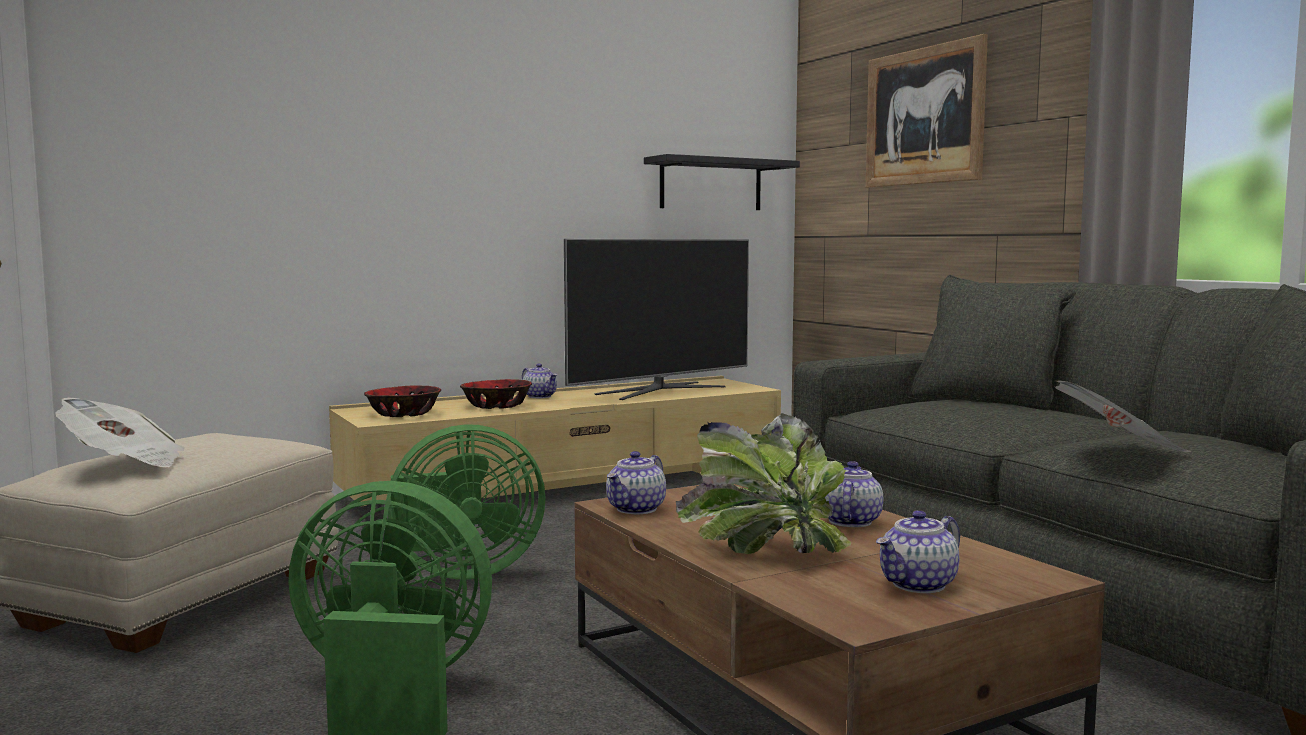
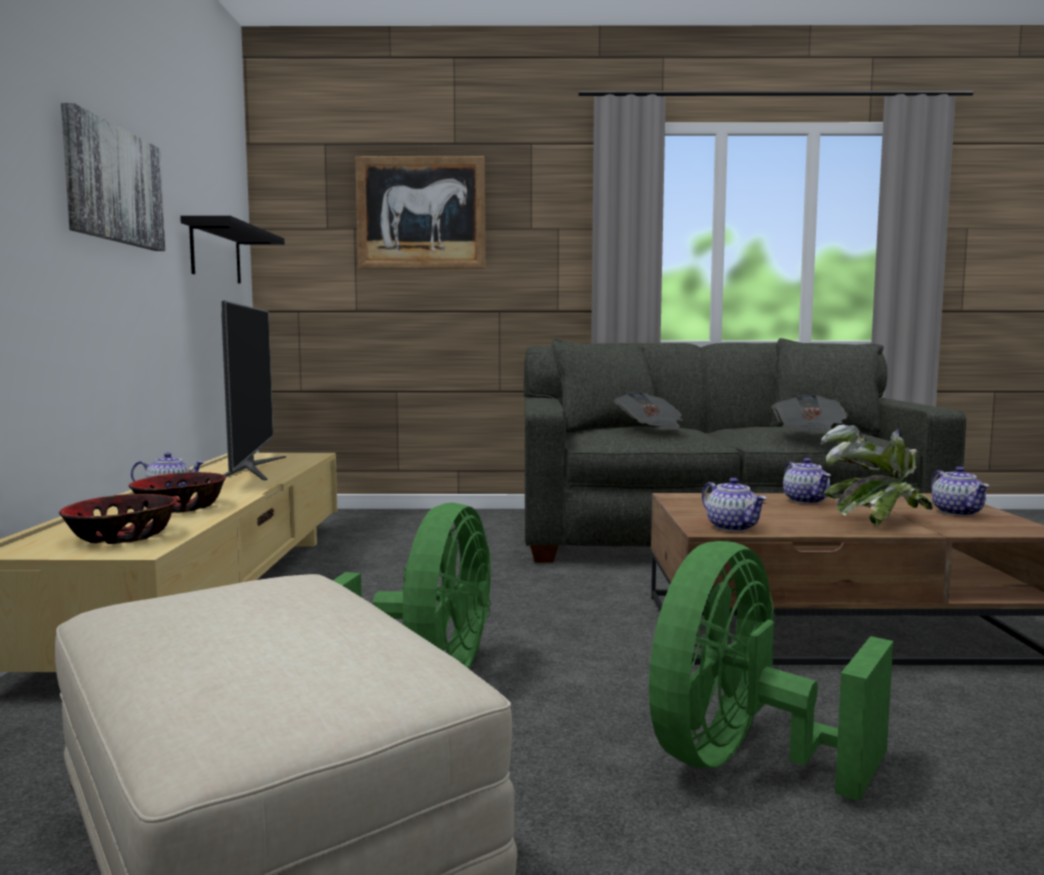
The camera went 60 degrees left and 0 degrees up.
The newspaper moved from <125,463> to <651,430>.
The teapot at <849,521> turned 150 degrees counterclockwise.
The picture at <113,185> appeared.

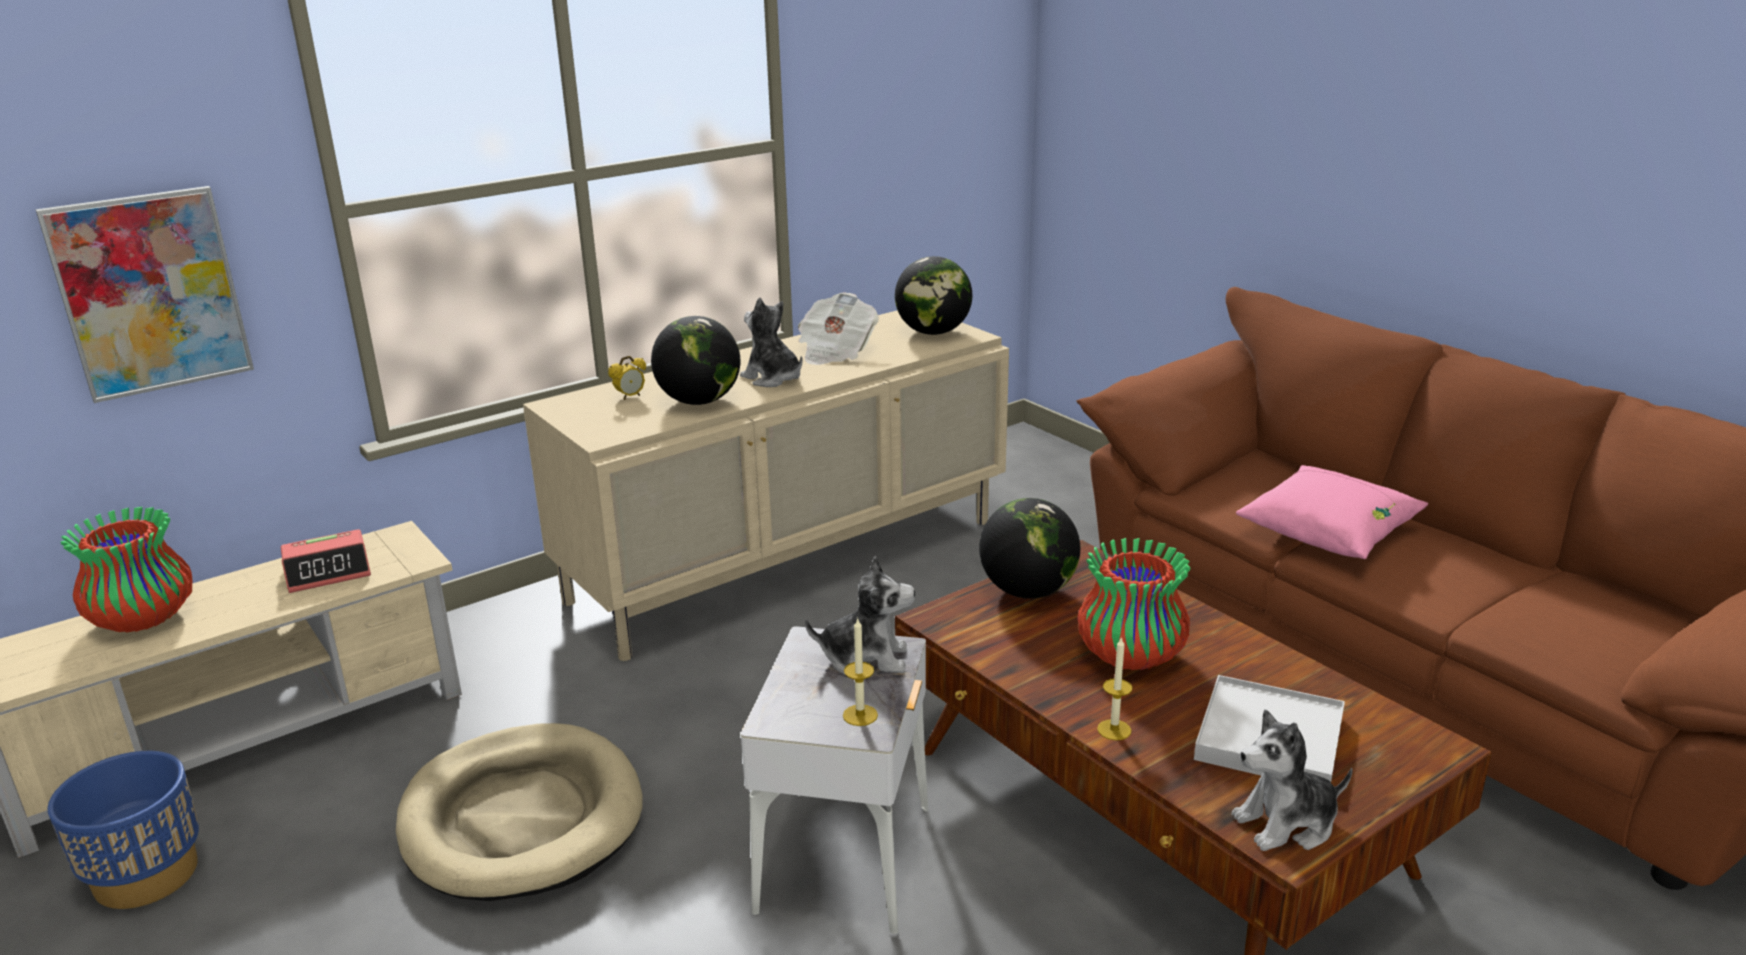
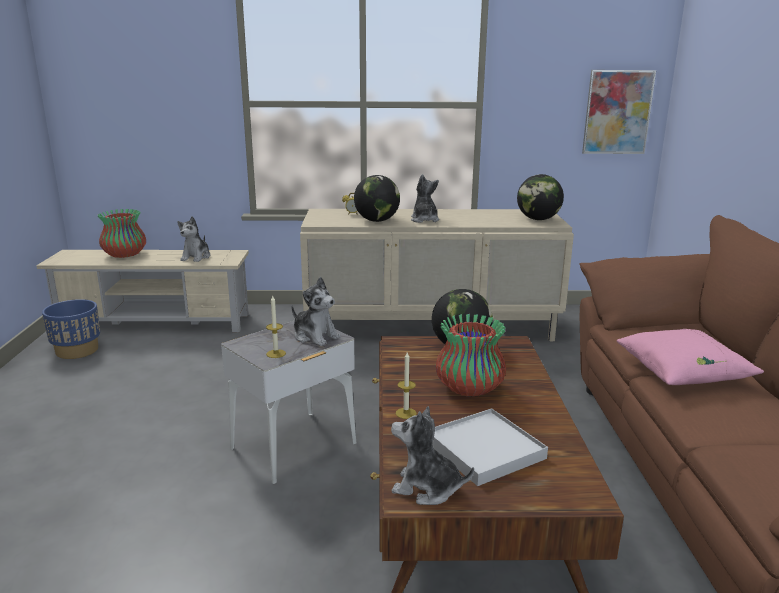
The camera went 35 degrees right and 5 degrees down.
The picture moved from <150,293> to <617,112>.
The newspaper at <835,351> disappeared.
The alarm clock at <328,571> was replaced by the plush toy at <196,257>.
The dog bed (beige) at <522,818> disappeared.

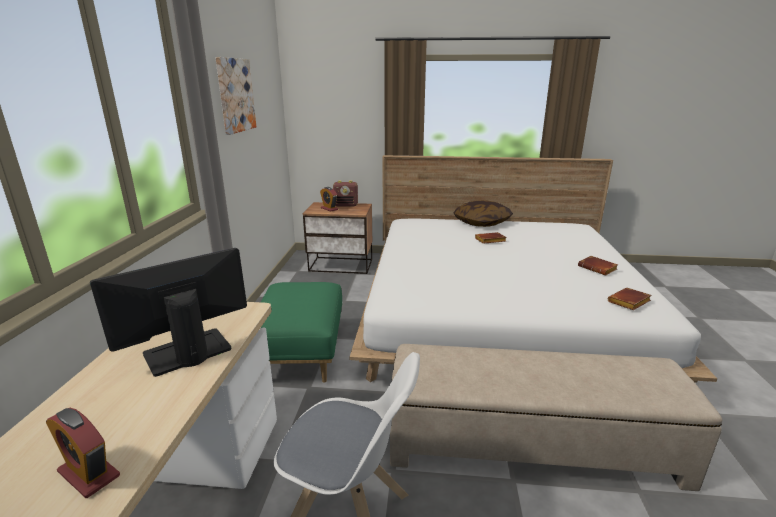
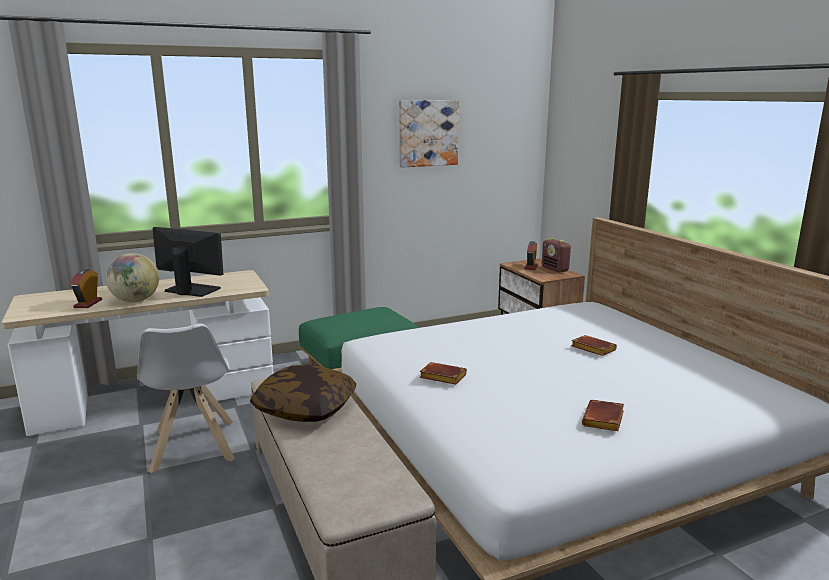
The camera went 60 degrees right and 5 degrees down.
The pillow moved from <482,223> to <305,409>.
The book (brown) moved from <629,302> to <441,377>.
The globe at <135,301> appeared.

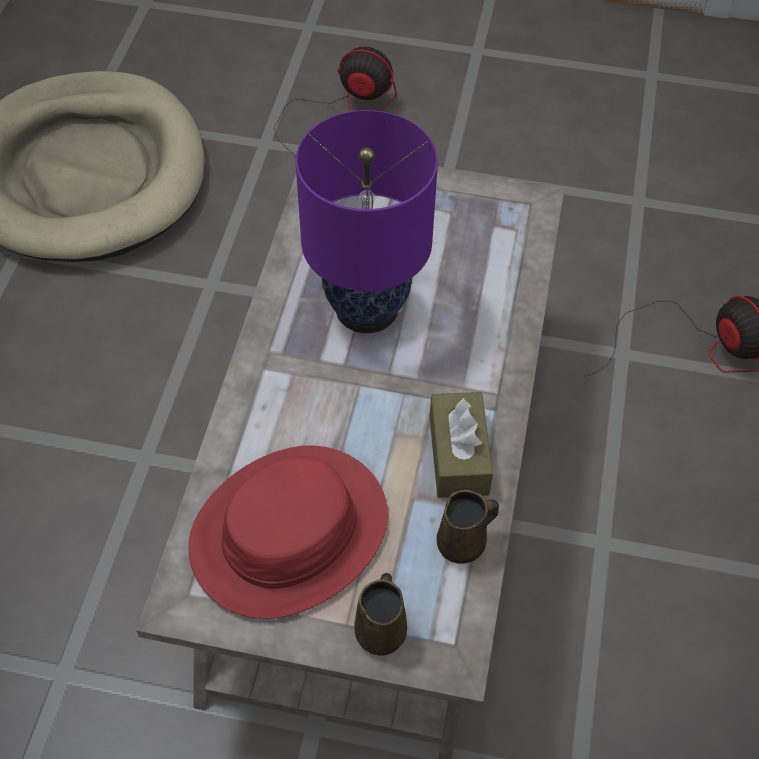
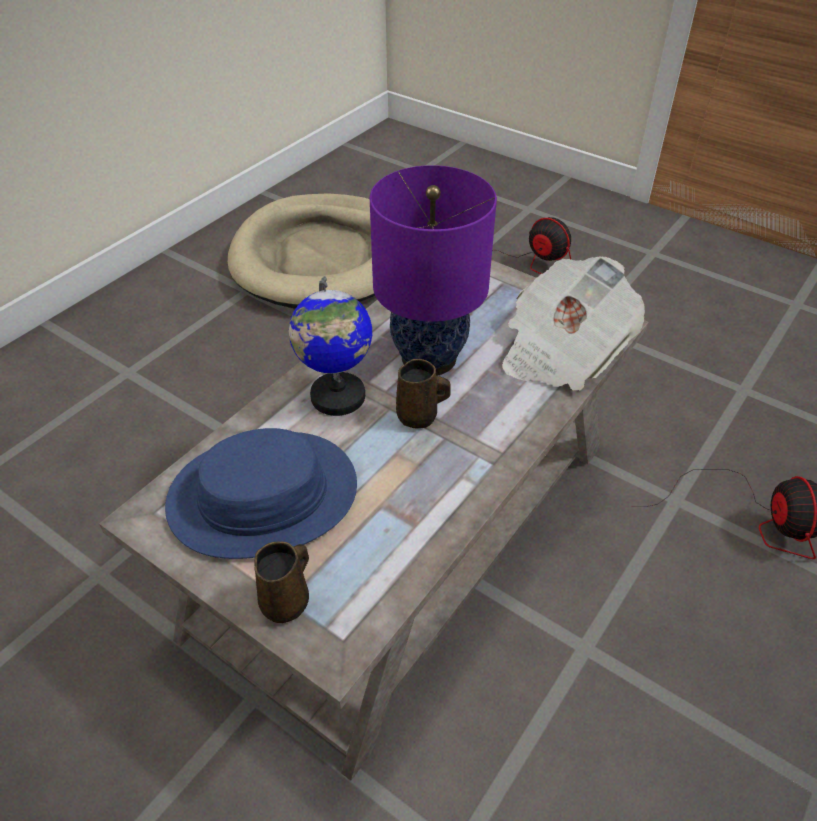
The camera went 25 degrees right and 10 degrees down.
The tissue box (brown) at <458,455> disappeared.
The hat (red) at <290,532> became the hat (blue) at <263,496>.
The mug (brown) moved from <463,543> to <419,417>.
The newspaper at <562,351> appeared.
The globe at <337,397> appeared.

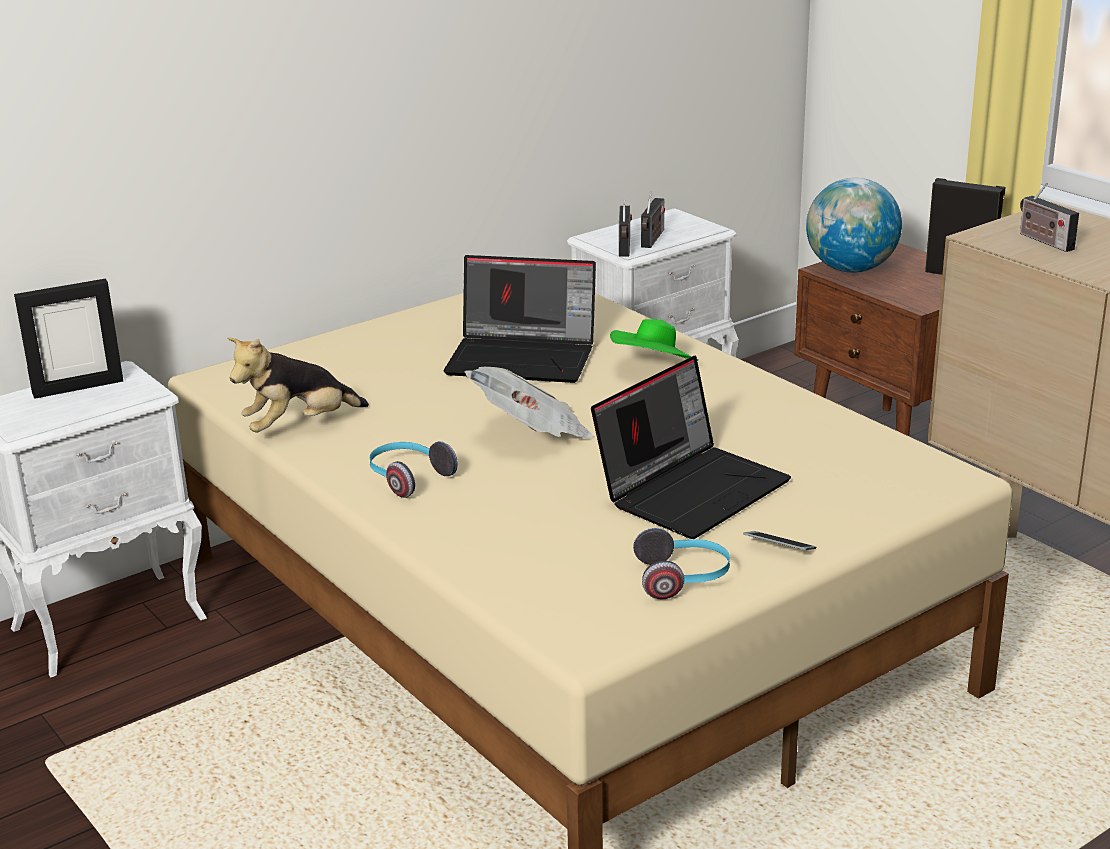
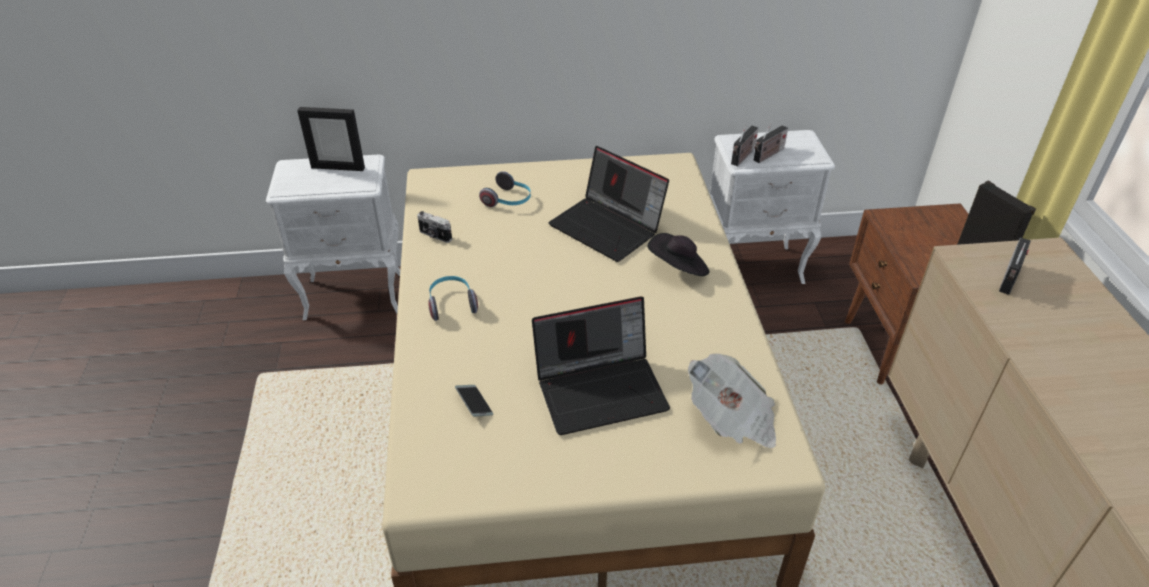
The camera went 30 degrees right and 15 degrees up.
The globe at <850,269> disappeared.
The radio at <1043,240> turned 150 degrees counterclockwise.
The hat (green) at <654,368> became the hat (black) at <678,268>.
The plush toy at <299,426> was replaced by the photo camera at <435,236>.
The newspaper moved from <532,433> to <732,419>.
The headphones moved from <683,579> to <508,200>.
The phone moved from <779,547> to <474,404>.

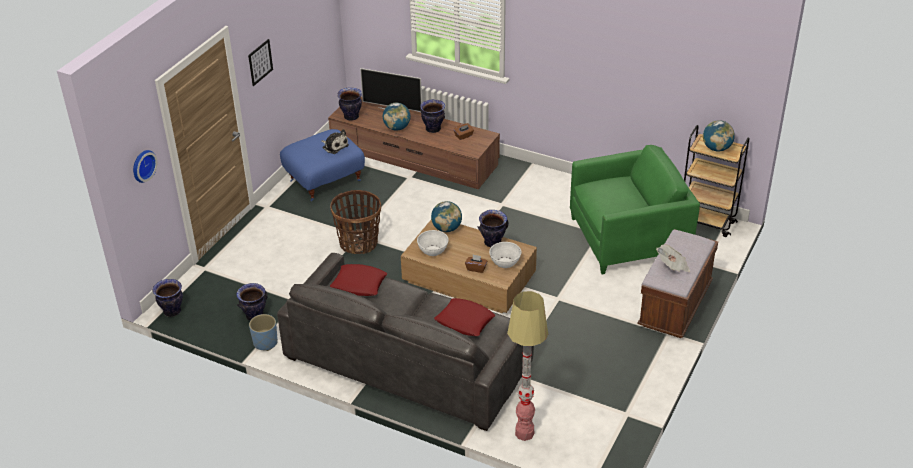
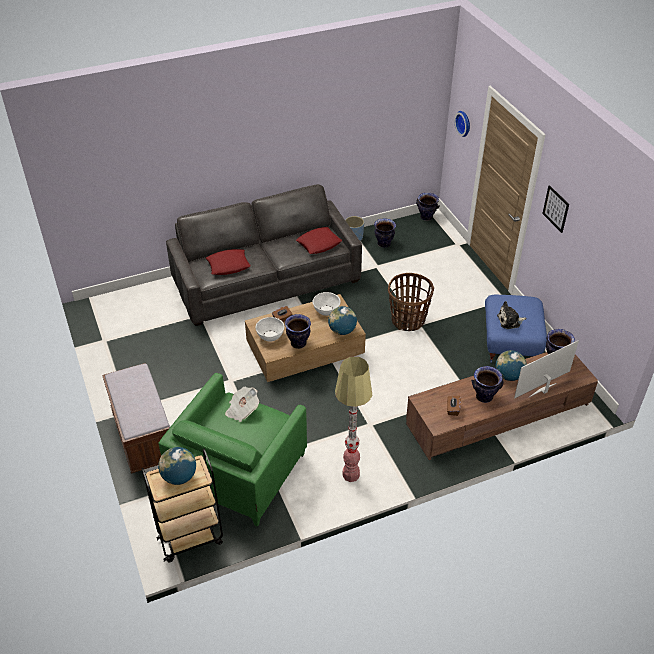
The camera went 130 degrees right and 5 degrees up.
The newspaper moved from <672,266> to <242,410>.
The floor lamp moved from <524,433> to <351,475>.

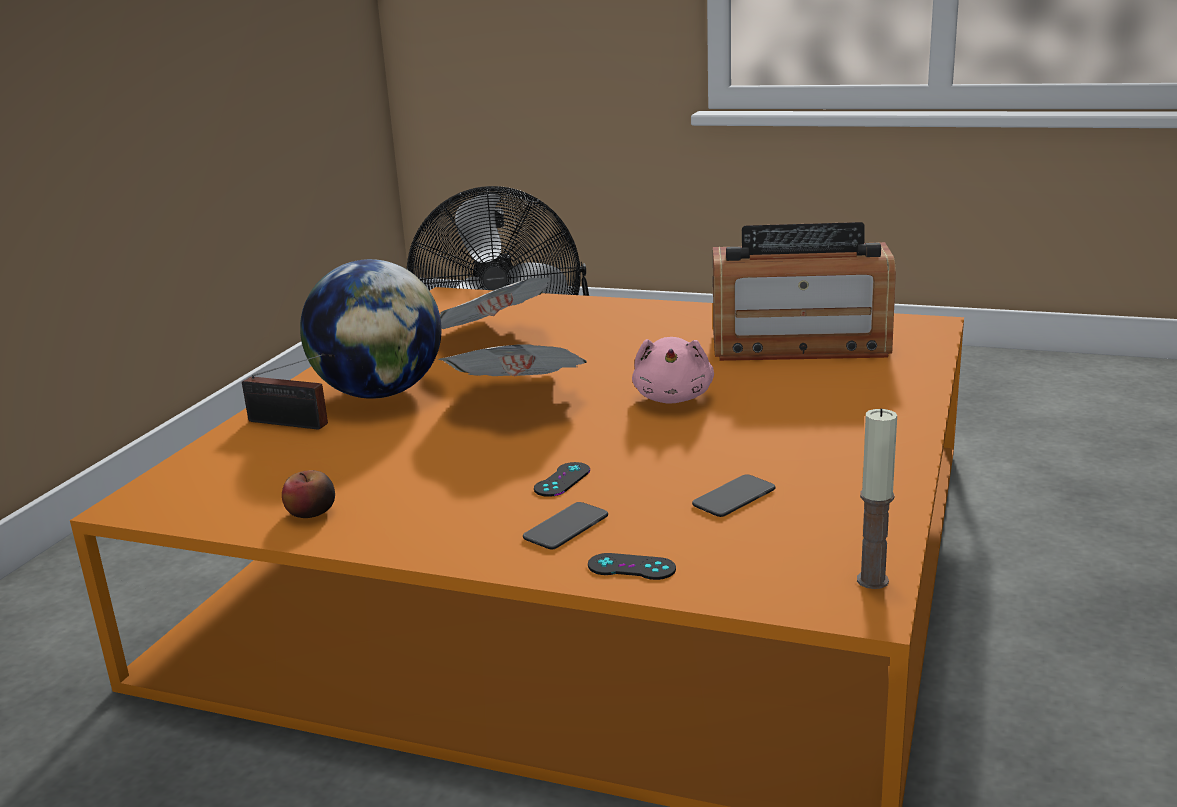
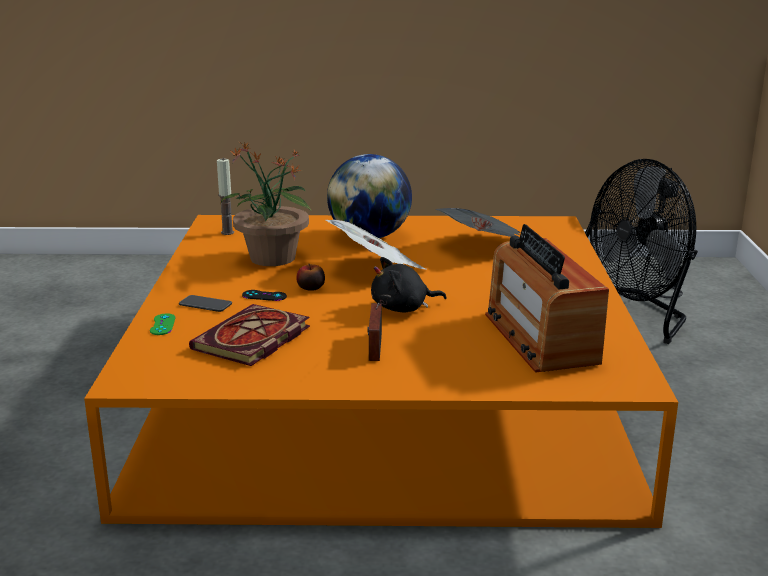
The camera went 70 degrees right and 0 degrees up.
The plush toy (pink) at <673,397> became the plush toy (black) at <403,308>.
The radio moved from <291,423> to <374,348>.
The candle moved from <872,580> to <227,232>.
The apple moved from <311,512> to <311,288>.
The phone at <734,497> was replaced by the book at <252,340>.
The game controller (black) at <631,567> became the game controller (green) at <162,324>.
The potted plant at <272,259> appeared.

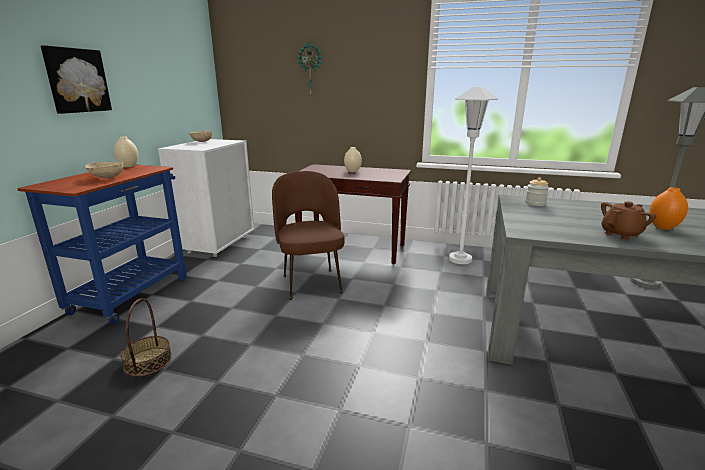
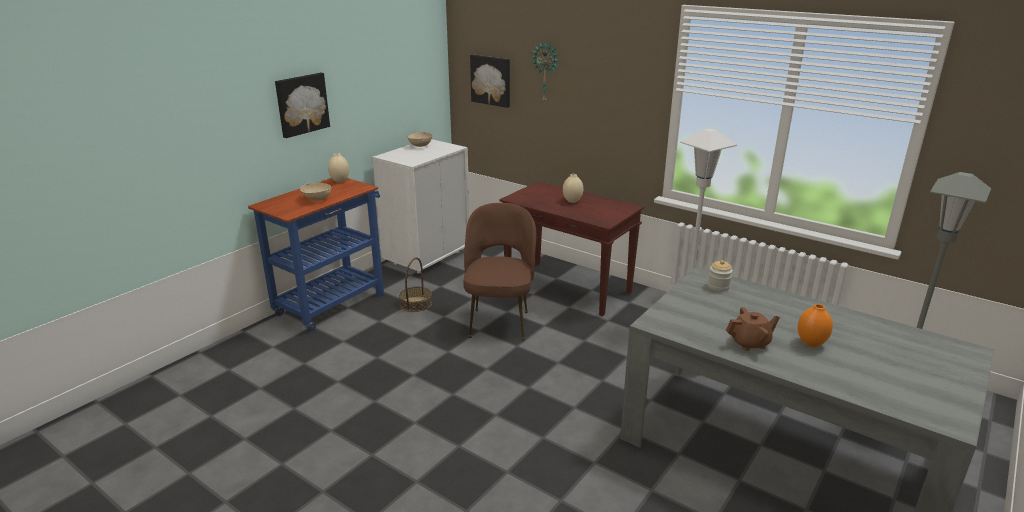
The camera went 20 degrees right and 5 degrees up.
The basket moved from <148,361> to <416,304>.
The picture at <491,80> appeared.

